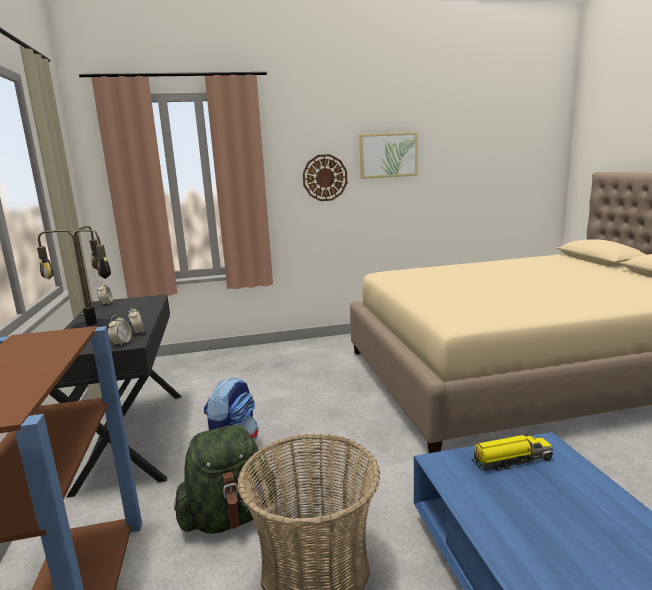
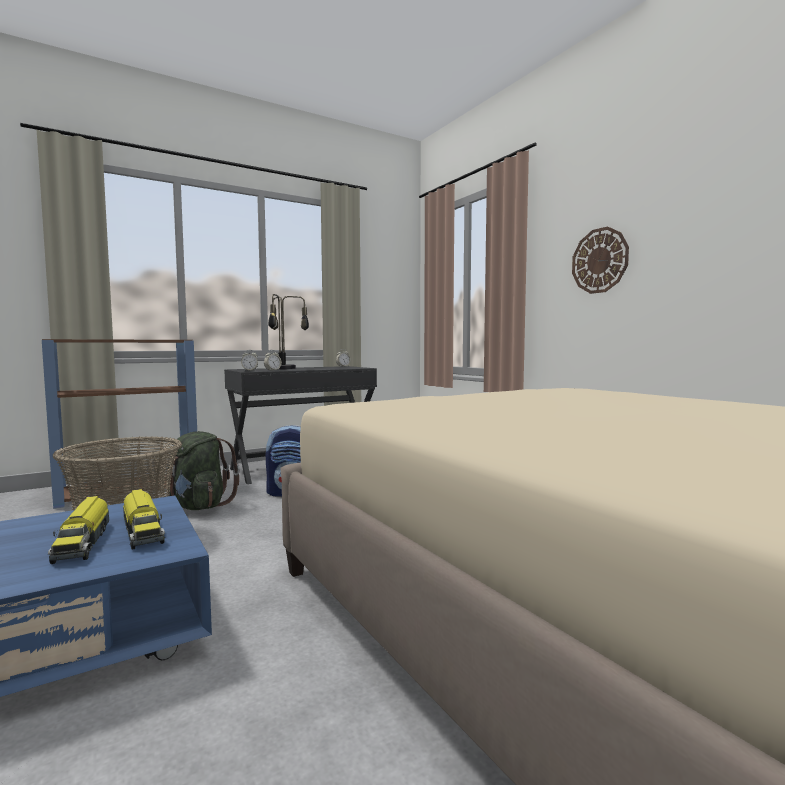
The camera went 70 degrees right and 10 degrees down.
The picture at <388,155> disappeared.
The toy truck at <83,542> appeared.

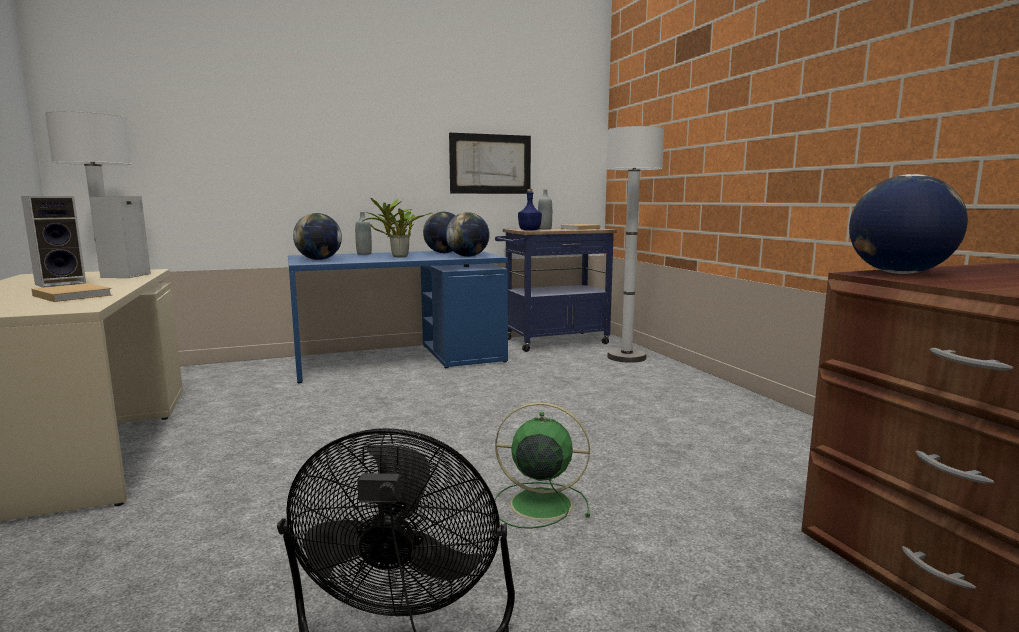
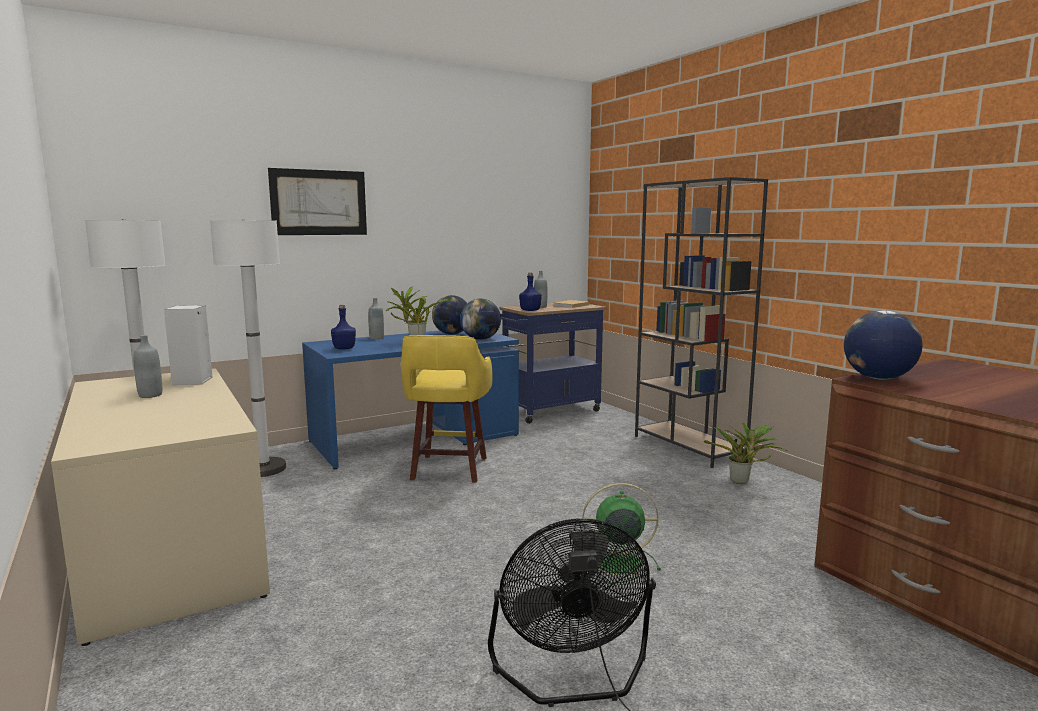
The camera went 10 degrees left and 0 degrees up.
The floor lamp (white) moved from <626,357> to <263,469>.
The picture moved from <490,164> to <319,202>.
The speaker at <62,283> was replaced by the bottle (grey) at <150,395>.
The globe at <319,259> was replaced by the bottle (blue) at <344,348>.
The book (beige) at <71,295> disappeared.
The bookcase at <689,447> appeared.
The stool (yellow) at <448,470> appeared.
The potted plant at <741,482> appeared.

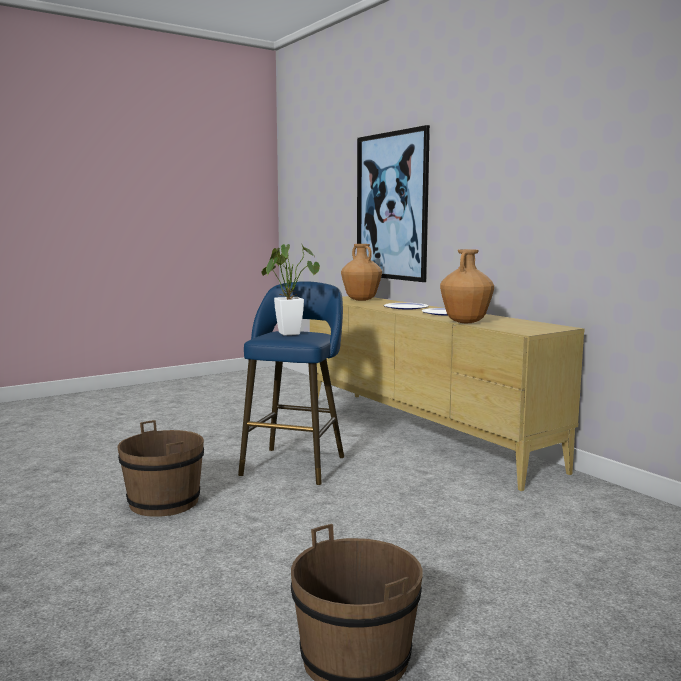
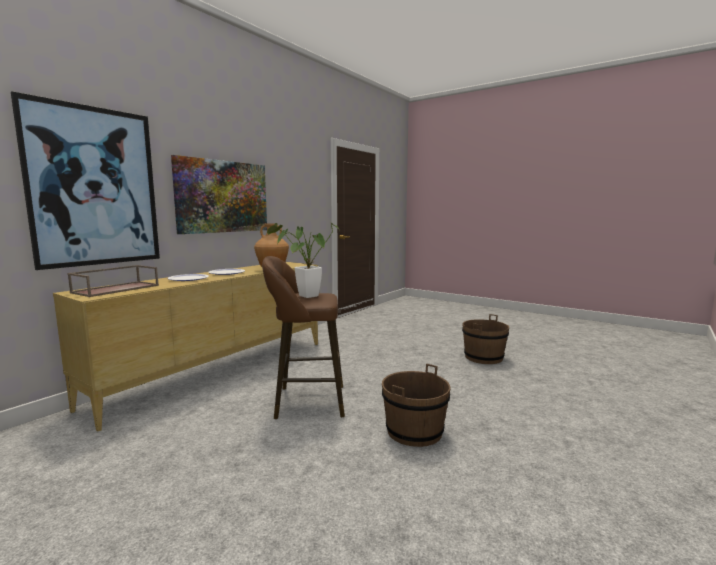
The camera went 110 degrees left and 0 degrees up.
The vase (brown) at <361,300> was replaced by the tray (brown) at <116,289>.
The stool (blue) at <295,463> became the stool (brown) at <305,402>.
The picture at <223,196> appeared.

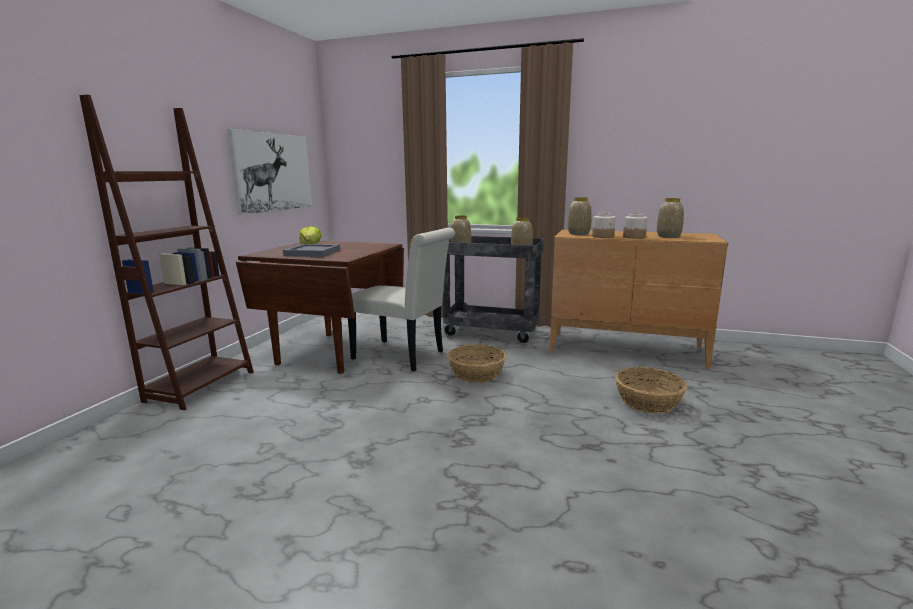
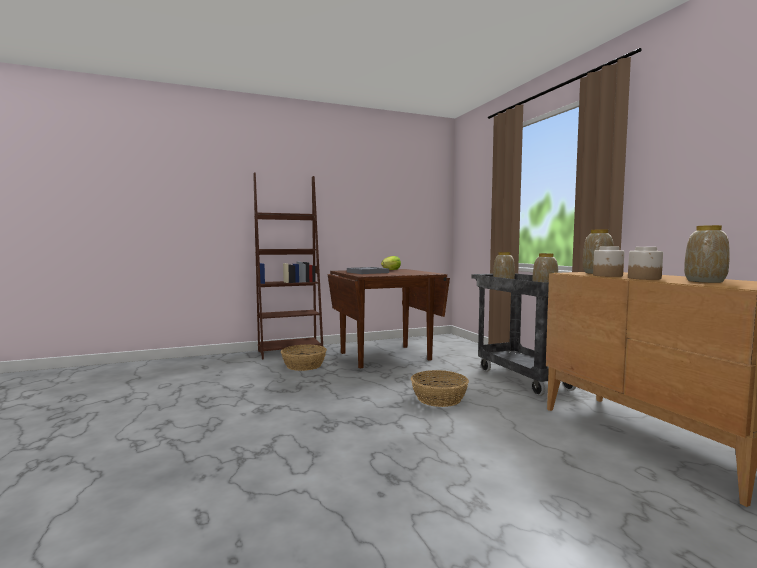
The camera went 50 degrees right and 10 degrees down.
The picture at <273,172> disappeared.
The chair (white) at <403,356> disappeared.
The basket moved from <648,402> to <304,366>.

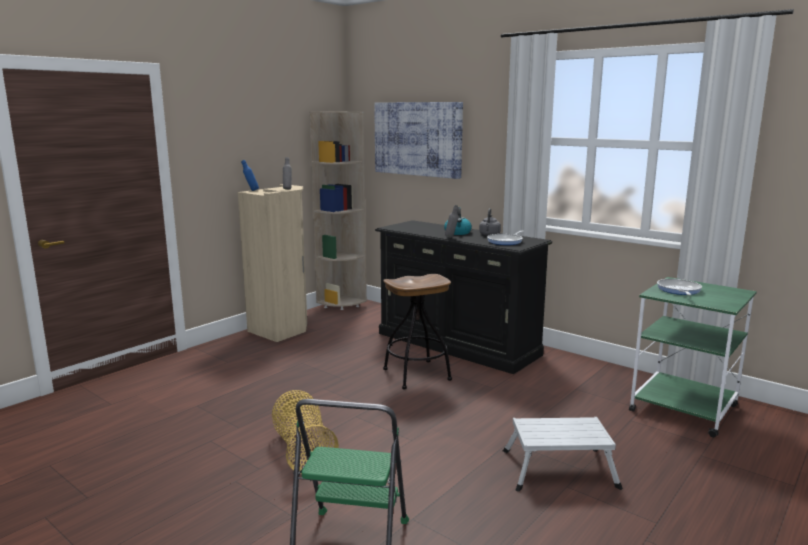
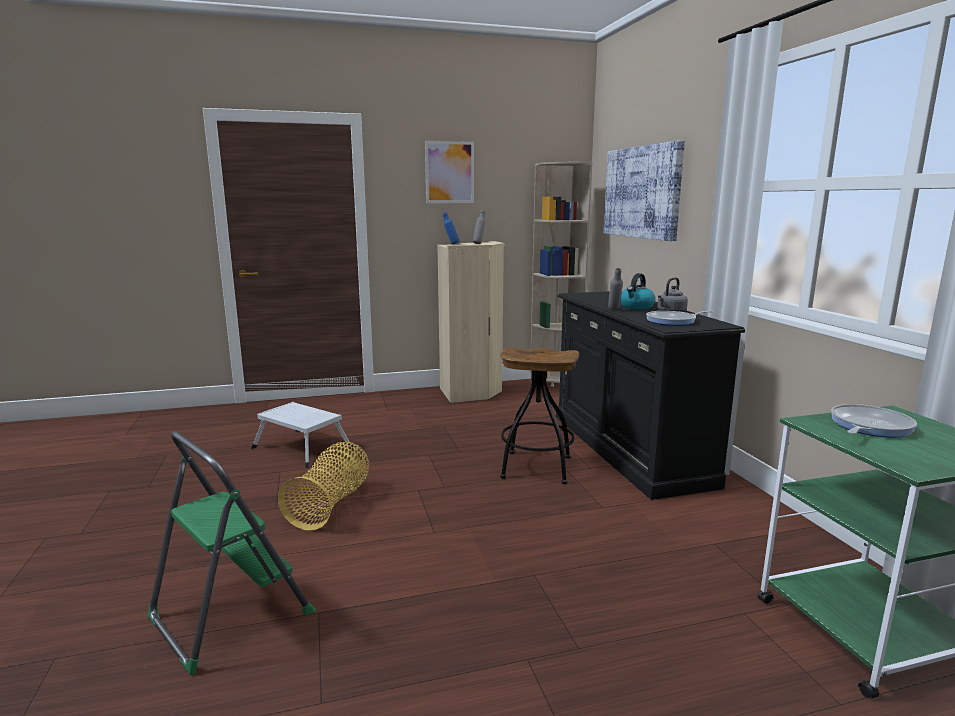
The camera went 35 degrees right and 0 degrees up.
The step ladder (white) moved from <560,469> to <302,447>.
The picture at <449,172> appeared.

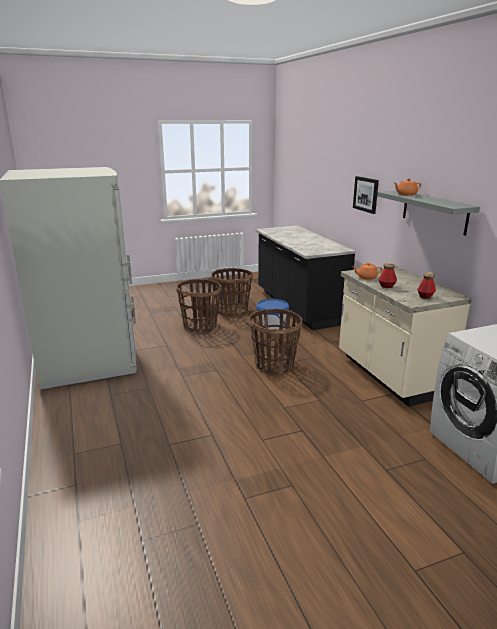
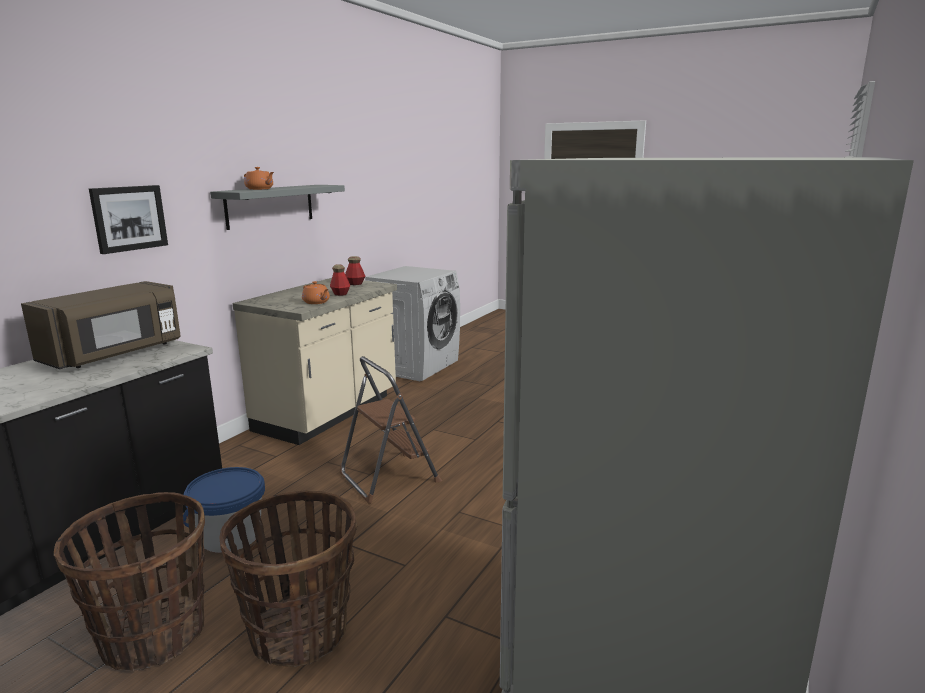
The camera went 130 degrees left and 5 degrees down.
The basket at <274,365> was replaced by the step ladder (brown) at <385,477>.
The microwave (brown) at <115,354> appeared.

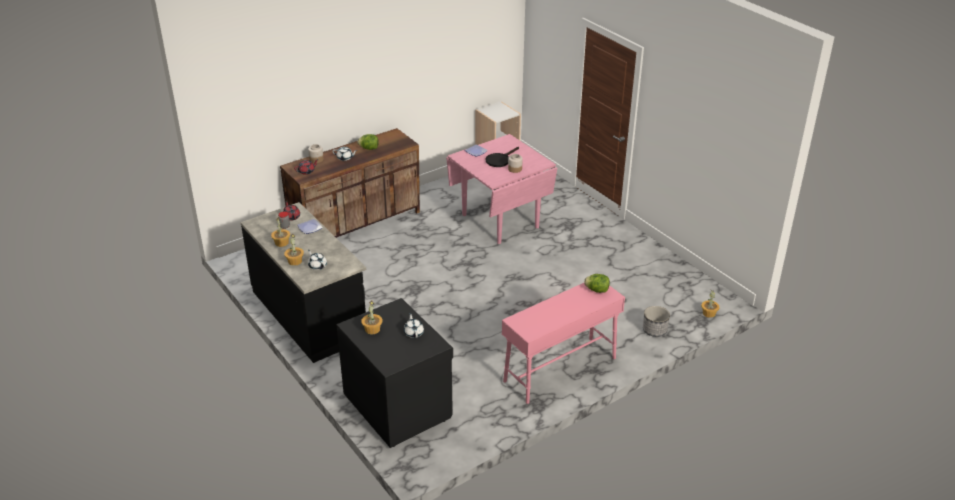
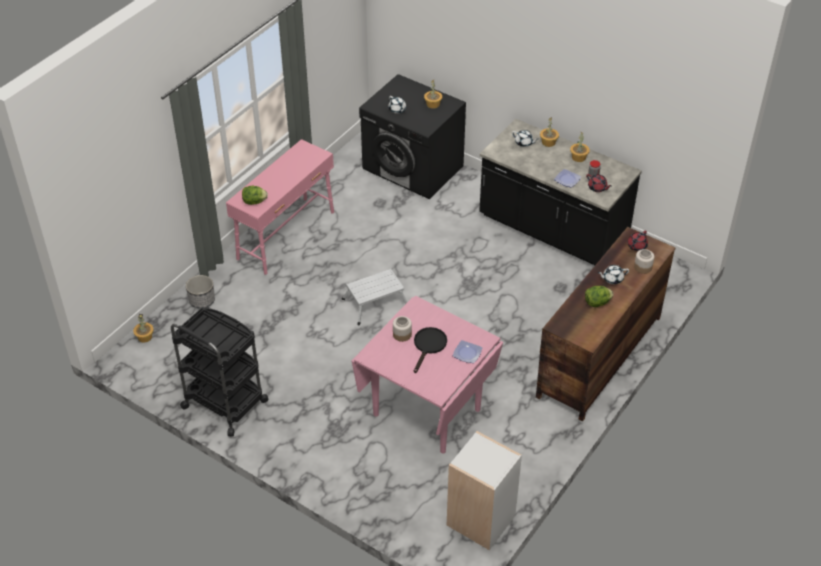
The camera went 160 degrees right and 10 degrees up.
The step ladder (white) at <376,302> appeared.
The cart (black) at <225,404> appeared.

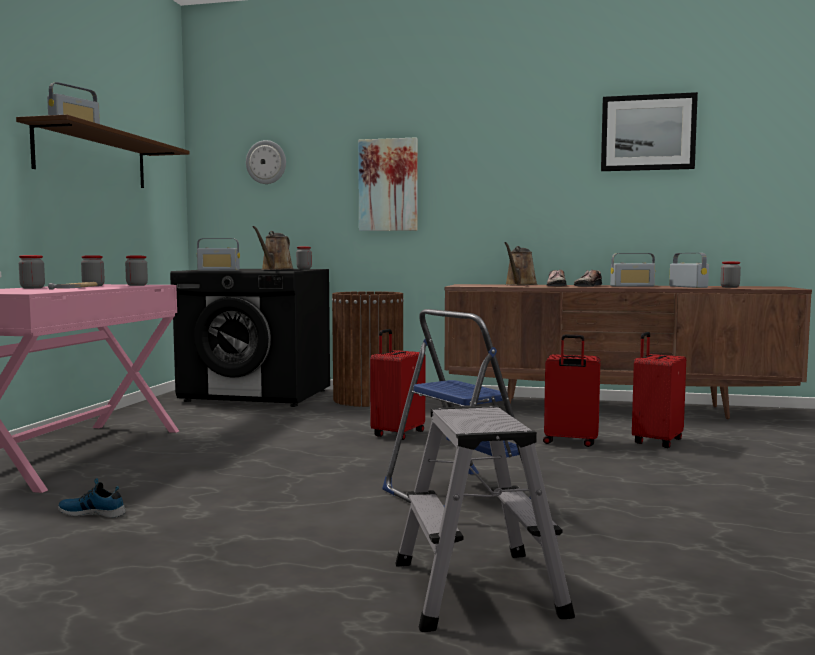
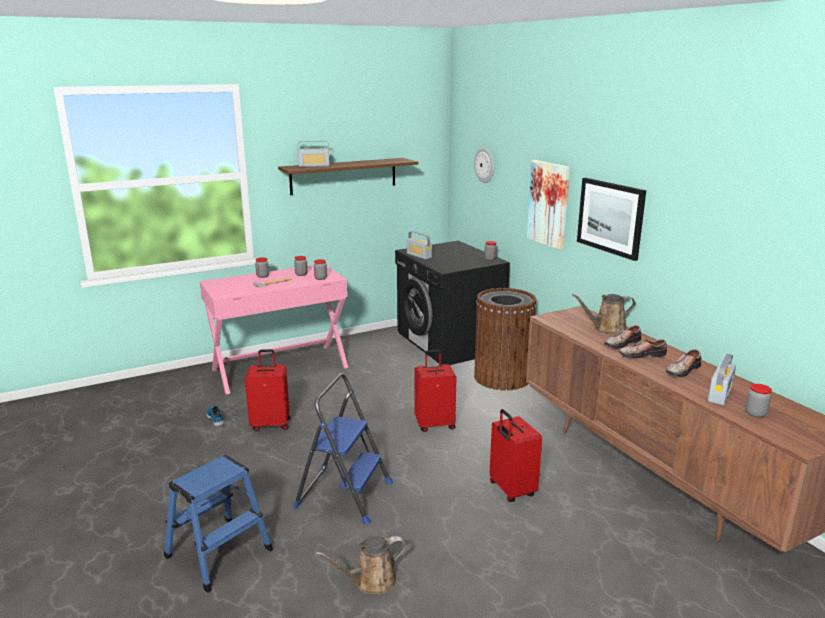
The camera went 50 degrees right and 15 degrees up.
The picture moved from <647,133> to <610,217>.
The watering can (brown) moved from <275,269> to <371,581>.
The radio at <632,286> was replaced by the shoe at <681,370>.
The suitcase (red) moved from <656,441> to <271,424>.
The step ladder (grey) at <478,589> became the step ladder (blue) at <218,552>.

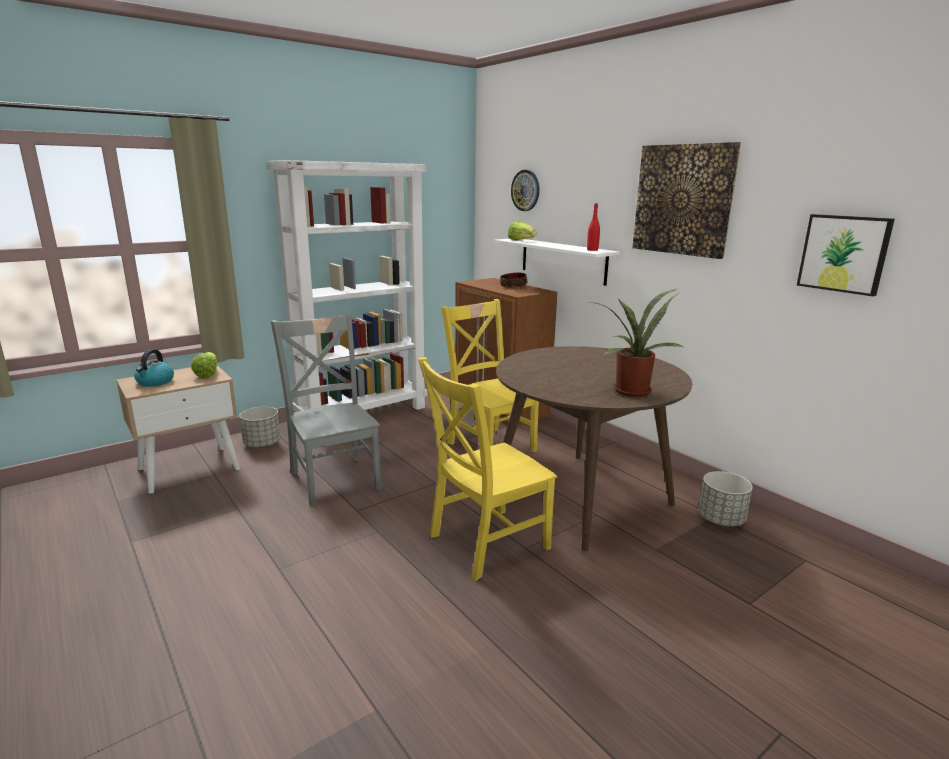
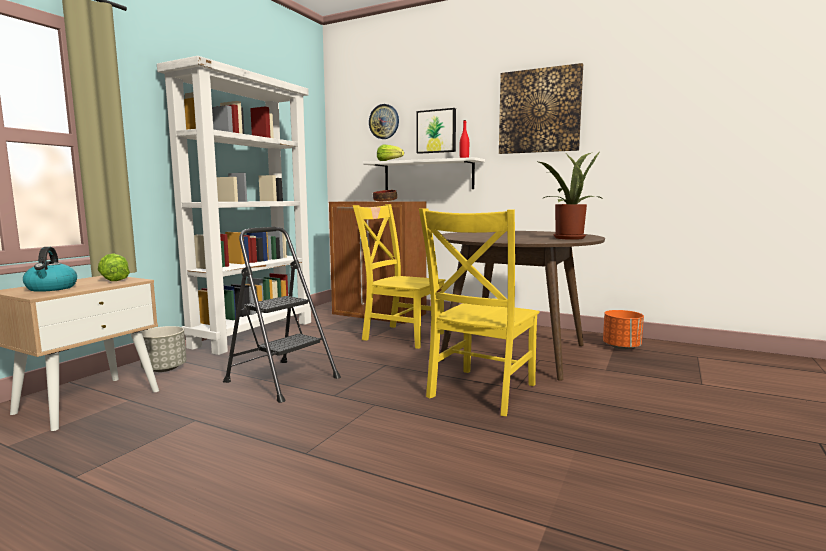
The camera went 25 degrees left and 10 degrees down.
The picture moved from <844,253> to <436,131>.
The chair (grey) at <334,478> was replaced by the step ladder (black) at <280,378>.
The planter (grey) at <721,519> became the planter (orange) at <621,347>.

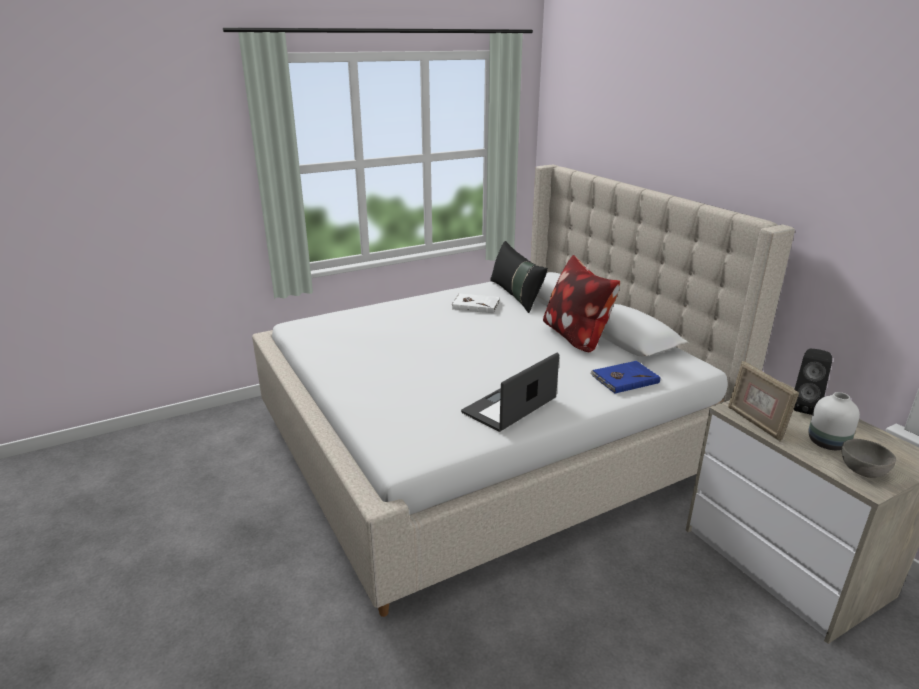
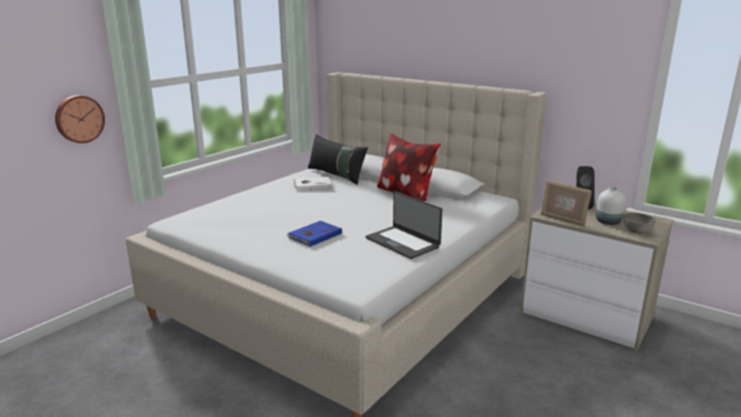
The camera went 25 degrees left and 5 degrees down.
The laptop at <510,407> turned 60 degrees counterclockwise.
The book (blue) moved from <624,379> to <314,235>.
The wall clock at <79,119> appeared.

